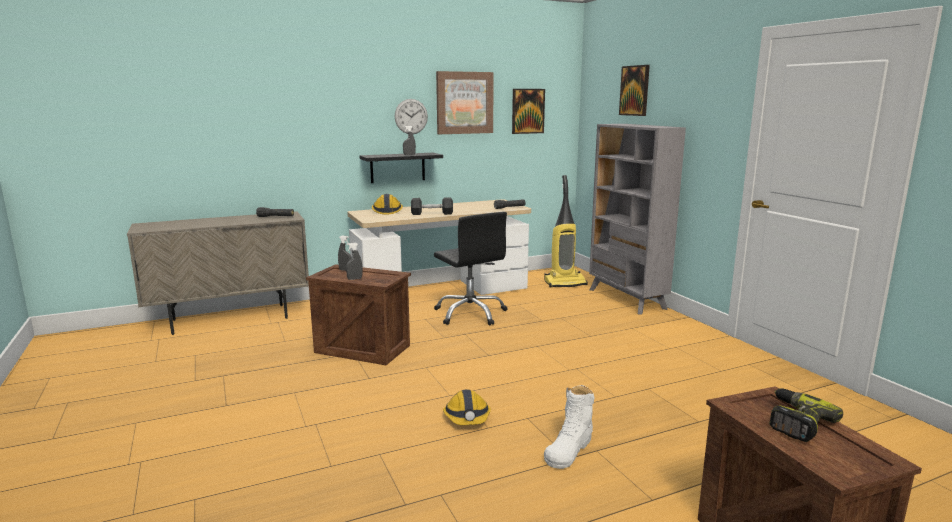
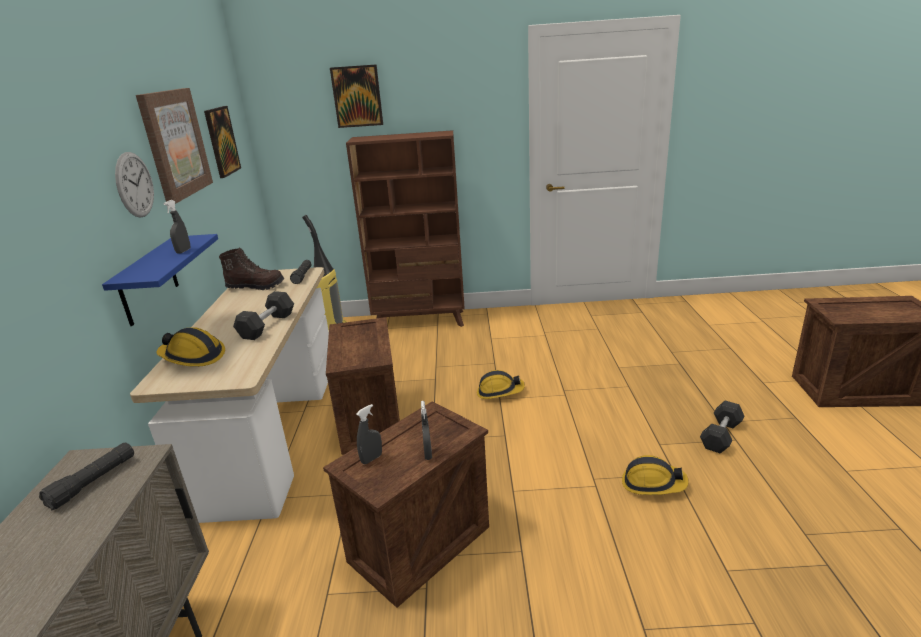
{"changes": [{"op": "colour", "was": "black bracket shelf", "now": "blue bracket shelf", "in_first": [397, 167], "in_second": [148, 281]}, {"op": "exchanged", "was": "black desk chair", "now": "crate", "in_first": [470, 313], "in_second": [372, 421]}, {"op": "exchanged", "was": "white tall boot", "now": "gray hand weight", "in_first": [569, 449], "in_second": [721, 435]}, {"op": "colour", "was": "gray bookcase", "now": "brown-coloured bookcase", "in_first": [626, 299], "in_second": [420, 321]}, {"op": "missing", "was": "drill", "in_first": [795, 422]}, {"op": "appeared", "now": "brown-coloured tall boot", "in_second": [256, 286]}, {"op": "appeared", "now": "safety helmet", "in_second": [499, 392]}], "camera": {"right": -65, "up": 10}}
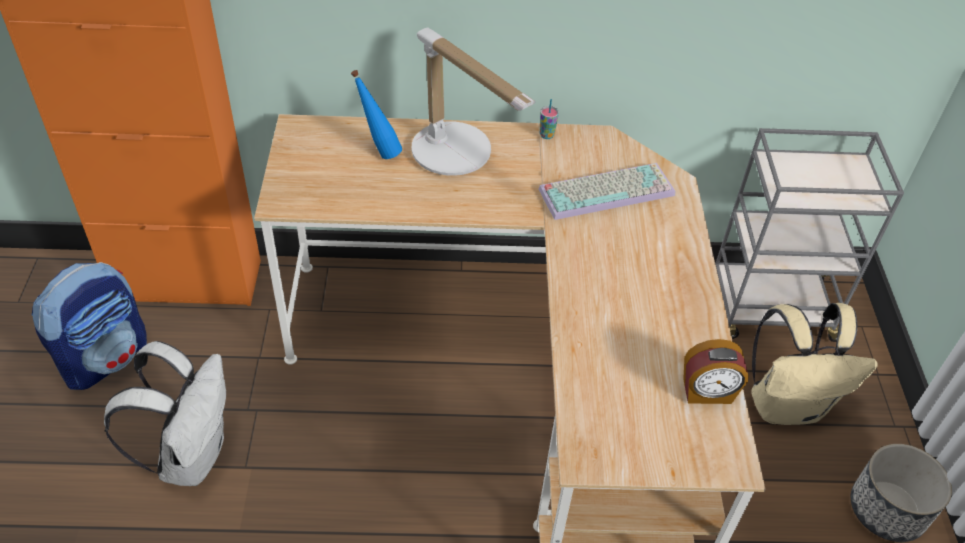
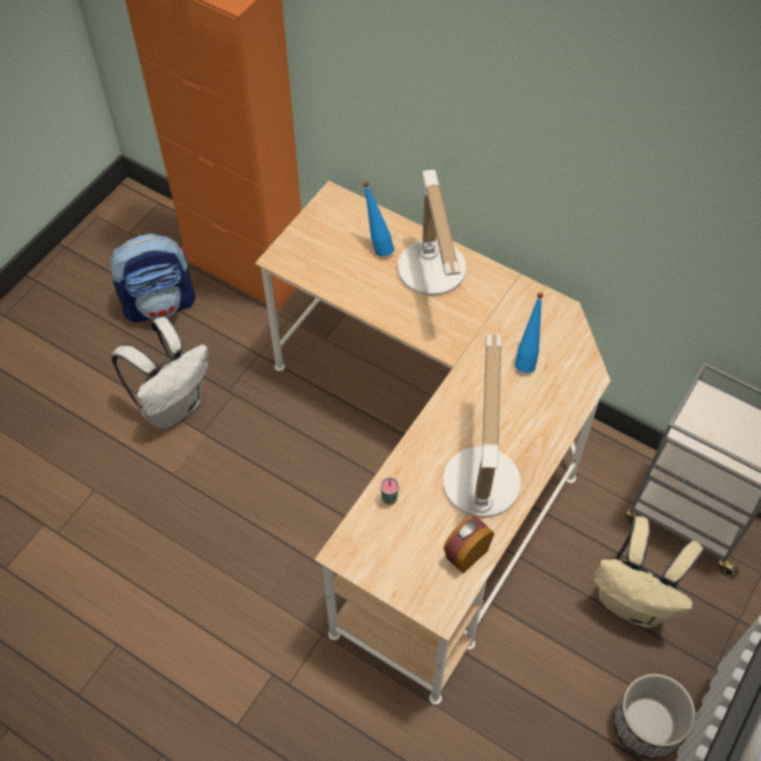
{"changes": [{"op": "exchanged", "was": "PC keyboard", "now": "blue bottle", "in_first": [607, 190], "in_second": [526, 358]}, {"op": "relocated", "was": "drinking cup", "in_first": [546, 135], "in_second": [389, 499]}, {"op": "spun", "was": "bedside clock", "in_first": [707, 392], "in_second": [466, 553], "clockwise": 105}, {"op": "appeared", "now": "table lamp", "in_second": [481, 473]}], "camera": {"right": 35, "up": 10}}
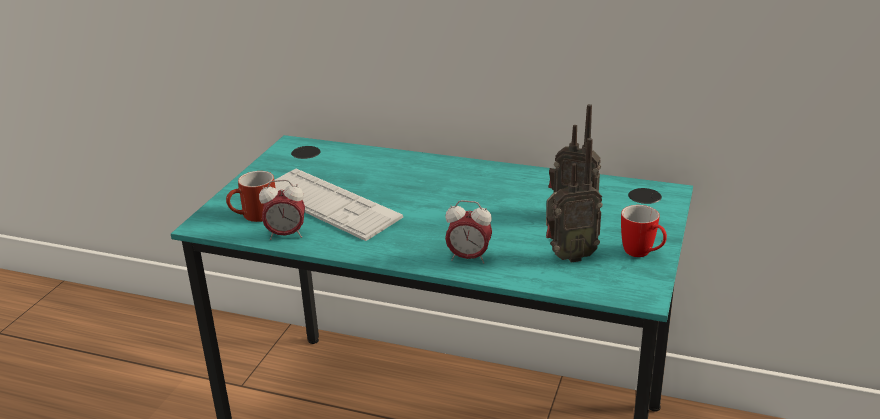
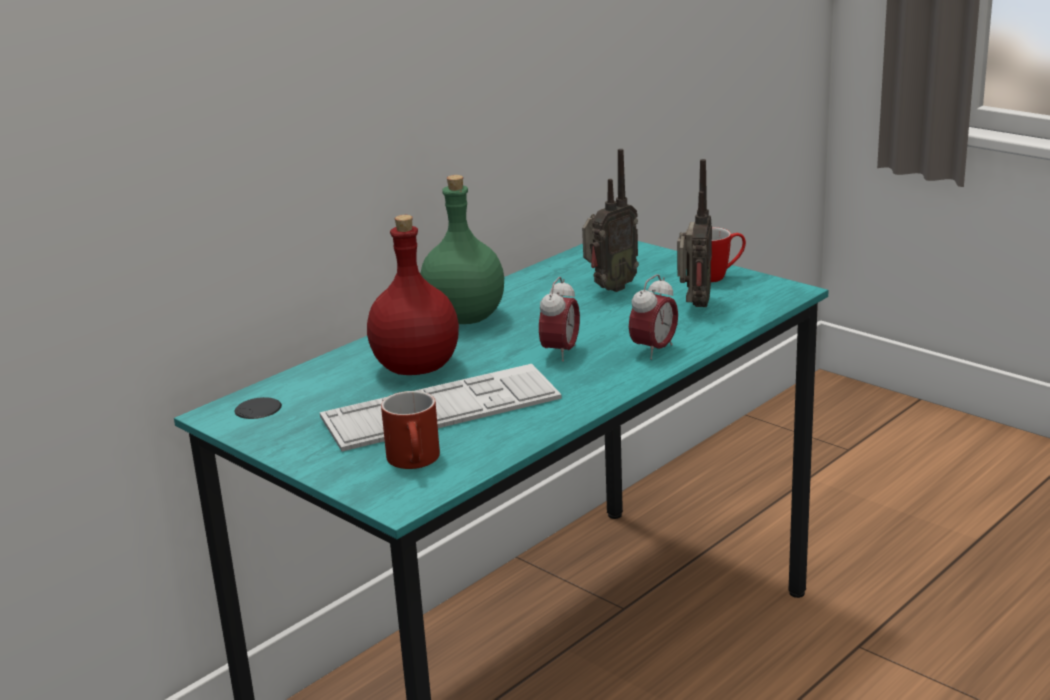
{"changes": [{"op": "relocated", "was": "bedside clock", "in_first": [286, 235], "in_second": [560, 352]}, {"op": "appeared", "now": "reddish bottle", "in_second": [418, 368]}, {"op": "appeared", "now": "green bottle", "in_second": [466, 318]}], "camera": {"right": -65, "up": -5}}
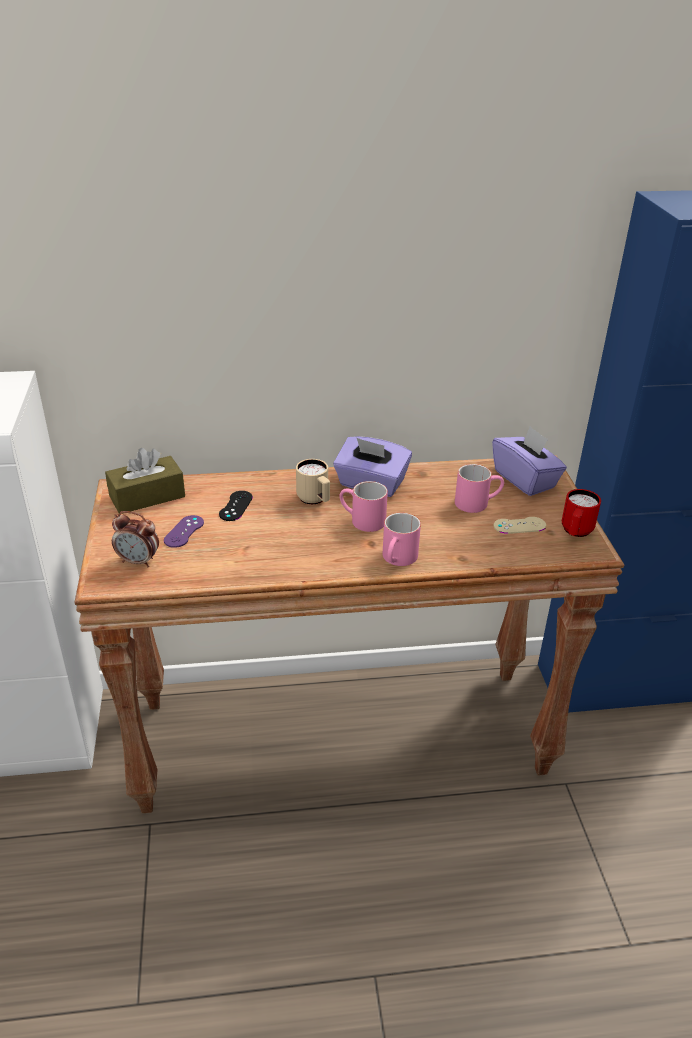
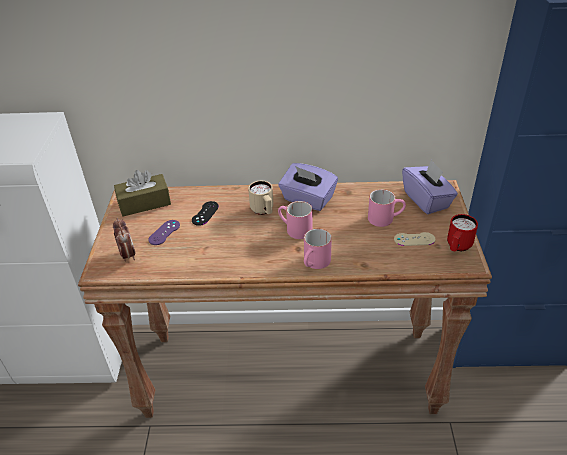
{"changes": [{"op": "spun", "was": "bedside clock", "in_first": [138, 561], "in_second": [128, 255], "clockwise": -135}], "camera": {"right": 10, "up": 5}}
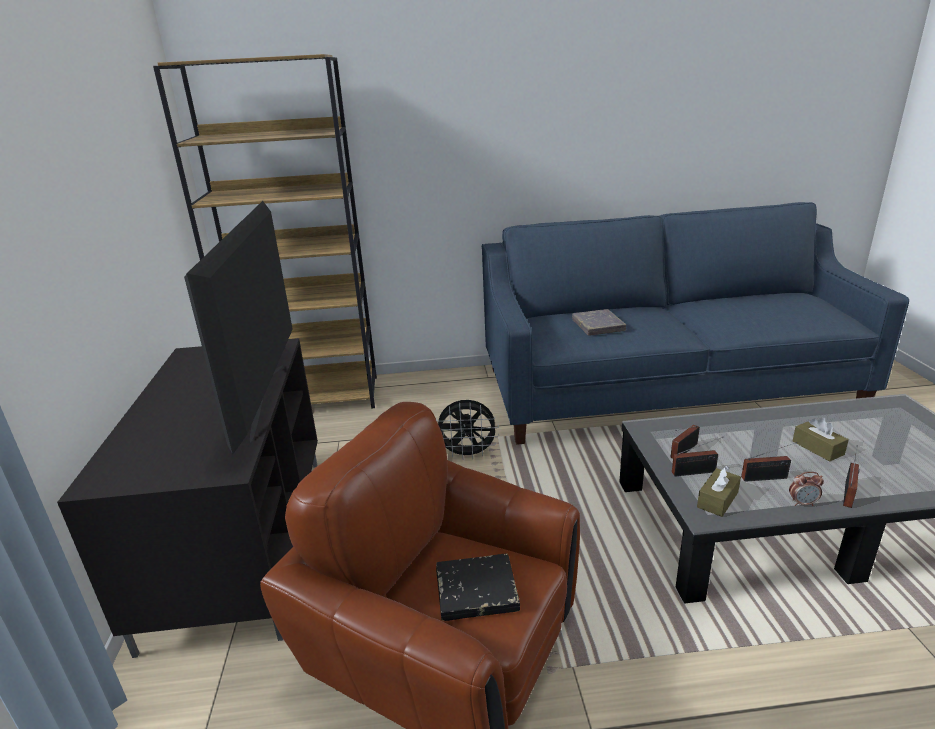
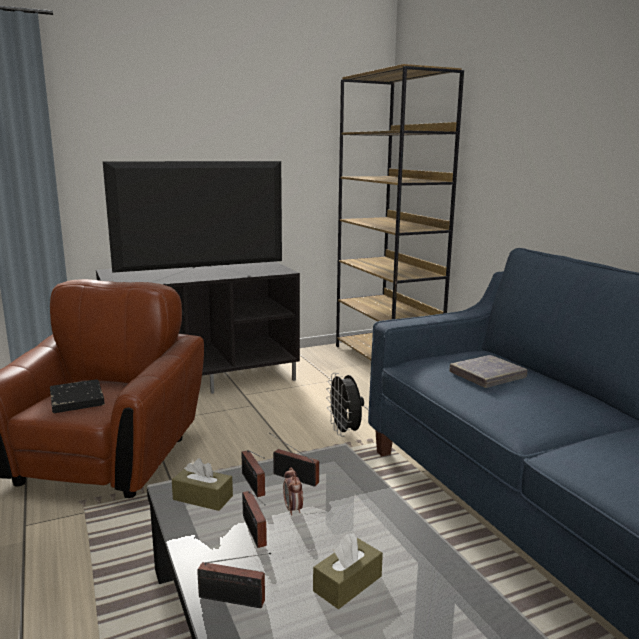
{"changes": [{"op": "relocated", "was": "bedside clock", "in_first": [802, 503], "in_second": [293, 509]}], "camera": {"right": 70, "up": -10}}
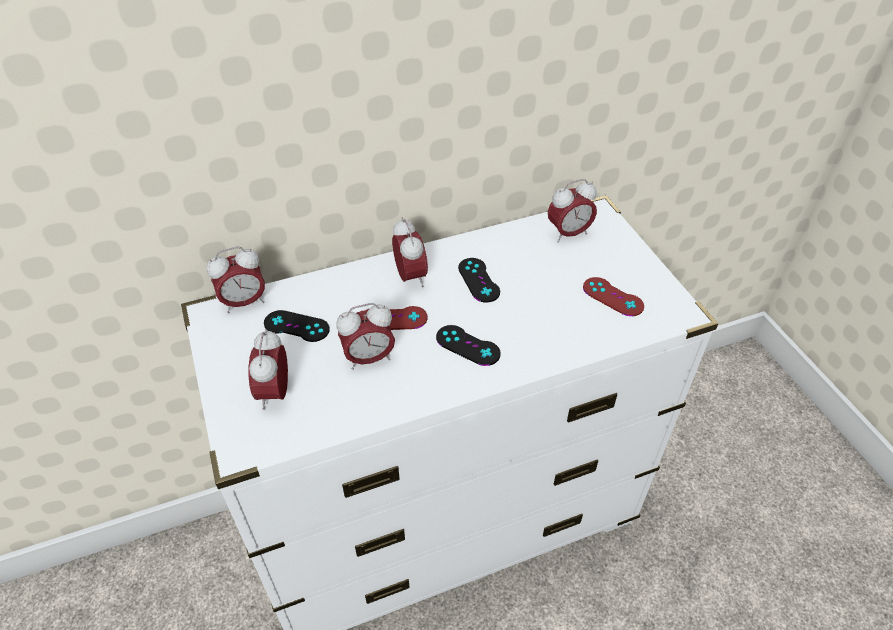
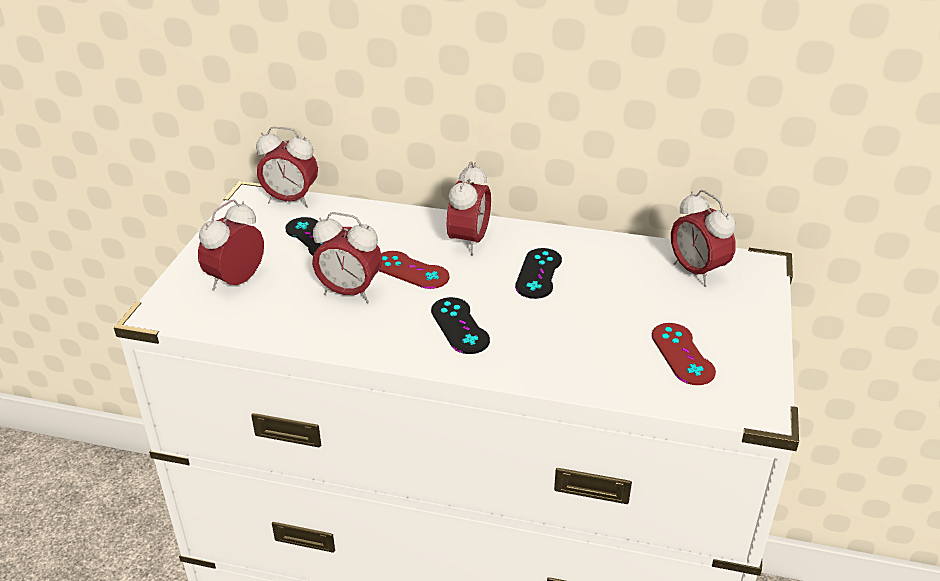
{"changes": [{"op": "spun", "was": "bedside clock", "in_first": [568, 234], "in_second": [696, 272], "clockwise": 45}], "camera": {"right": 35, "up": -10}}
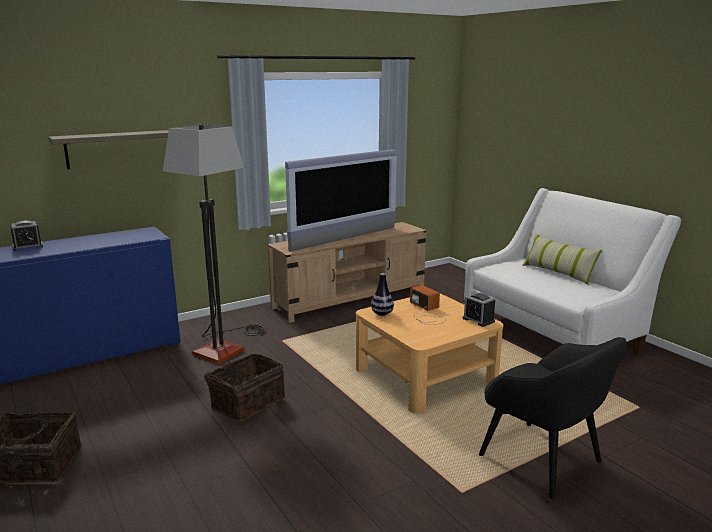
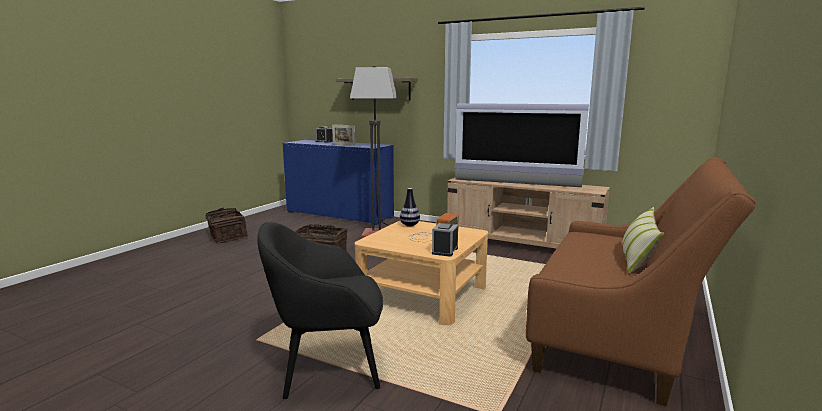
{"changes": [{"op": "colour", "was": "white couch", "now": "brown-coloured couch", "in_first": [555, 333], "in_second": [622, 338]}, {"op": "spun", "was": "black lounge chair", "in_first": [542, 460], "in_second": [327, 367], "clockwise": 60}, {"op": "appeared", "now": "photo frame", "in_second": [343, 145]}], "camera": {"right": 60, "up": -5}}
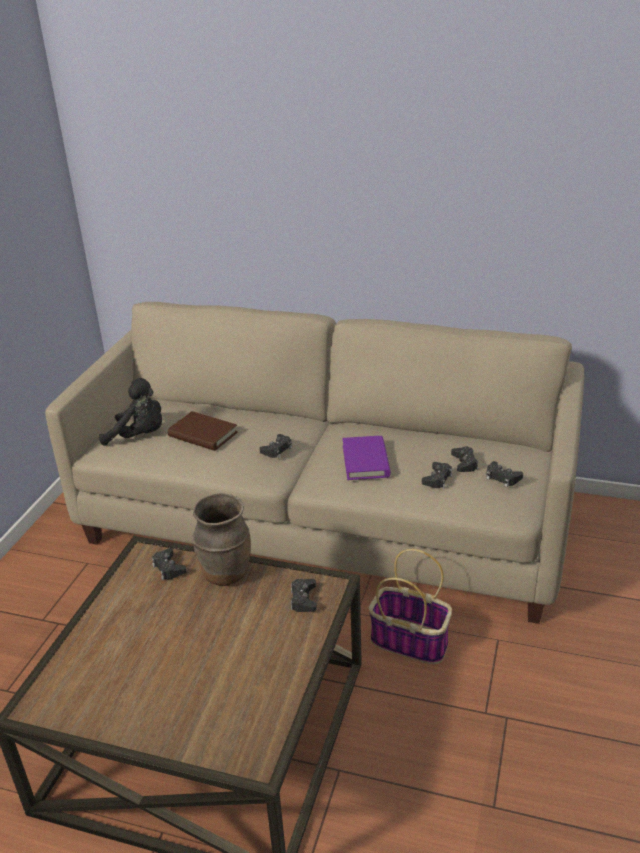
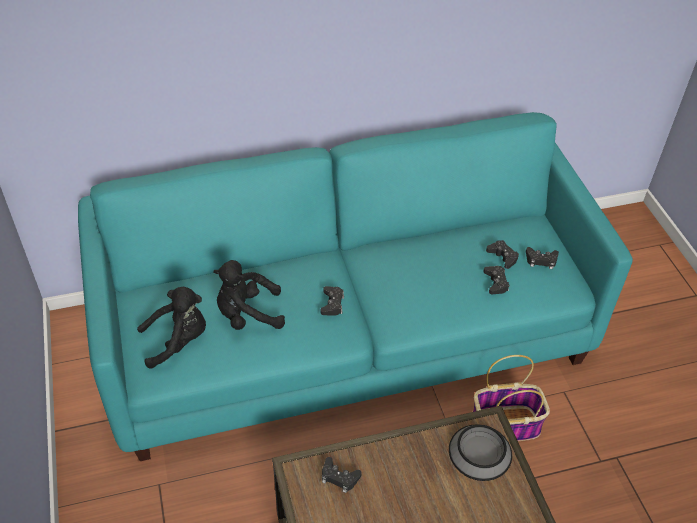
{"changes": [{"op": "colour", "was": "beige-coloured couch", "now": "blue-green couch", "in_first": [326, 520], "in_second": [347, 335]}, {"op": "exchanged", "was": "brown-coloured volume", "now": "black soft toy", "in_first": [203, 434], "in_second": [247, 315]}, {"op": "missing", "was": "brown-coloured vase", "in_first": [225, 573]}, {"op": "exchanged", "was": "black game controller", "now": "deep dish", "in_first": [303, 599], "in_second": [480, 452]}, {"op": "missing", "was": "purple volume", "in_first": [366, 461]}], "camera": {"right": -35, "up": 15}}
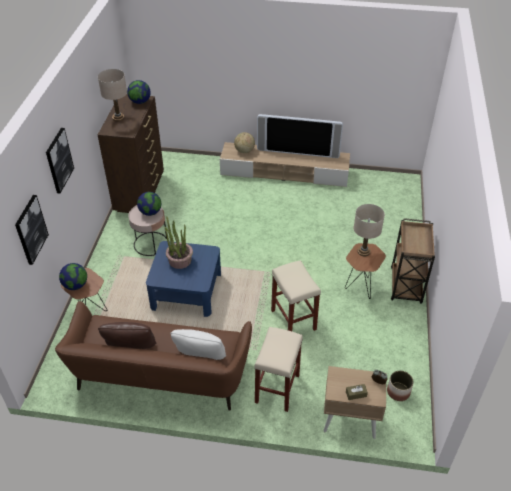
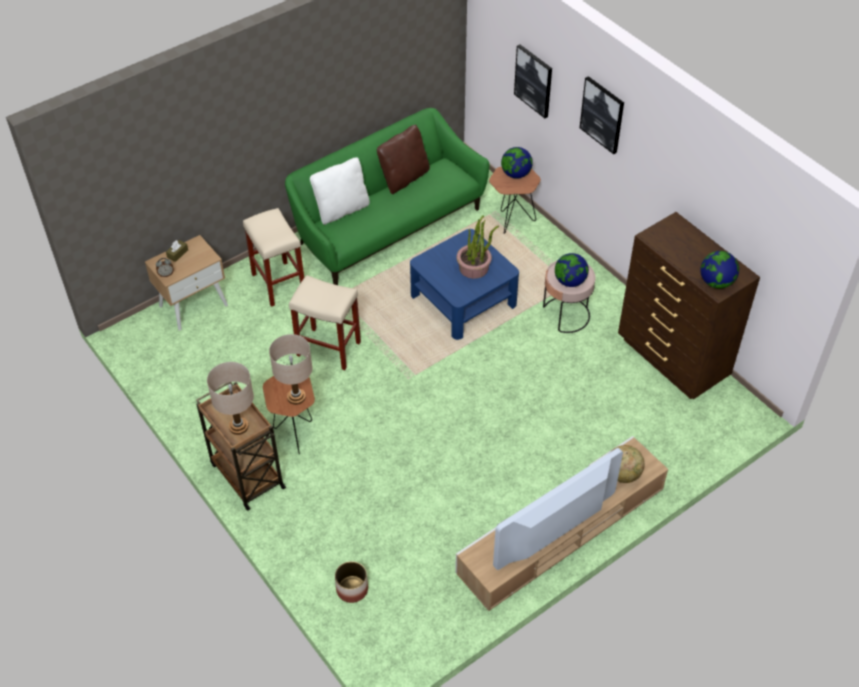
{"changes": [{"op": "colour", "was": "brown-coloured couch", "now": "green couch", "in_first": [160, 375], "in_second": [387, 225]}, {"op": "relocated", "was": "beige-coloured table lamp", "in_first": [118, 118], "in_second": [238, 426]}, {"op": "relocated", "was": "plant pot", "in_first": [398, 391], "in_second": [352, 589]}], "camera": {"right": 135, "up": 5}}
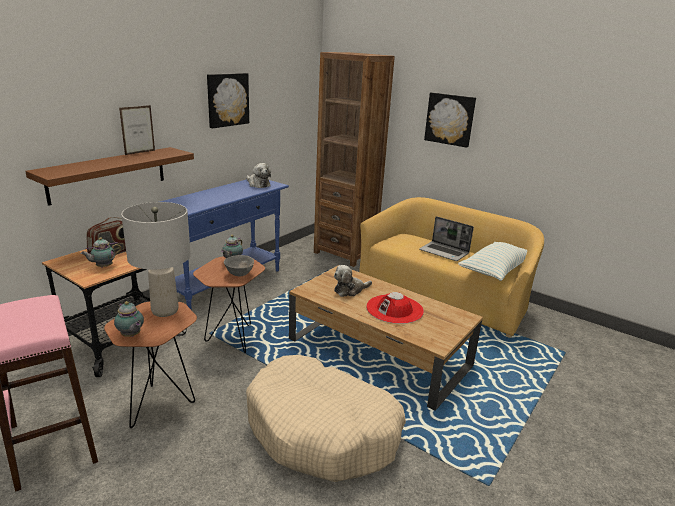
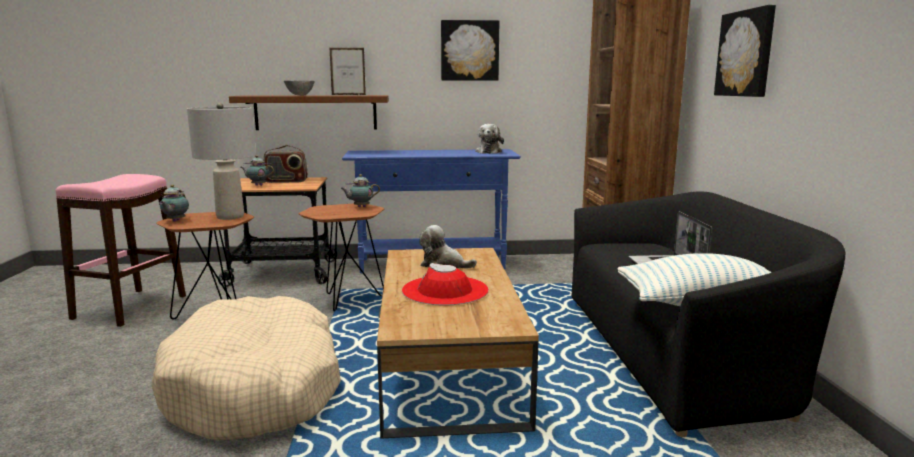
{"changes": [{"op": "relocated", "was": "gray deep dish", "in_first": [240, 274], "in_second": [300, 95]}, {"op": "colour", "was": "yellow-coloured couch", "now": "black couch", "in_first": [445, 295], "in_second": [676, 354]}], "camera": {"right": 50, "up": -10}}
